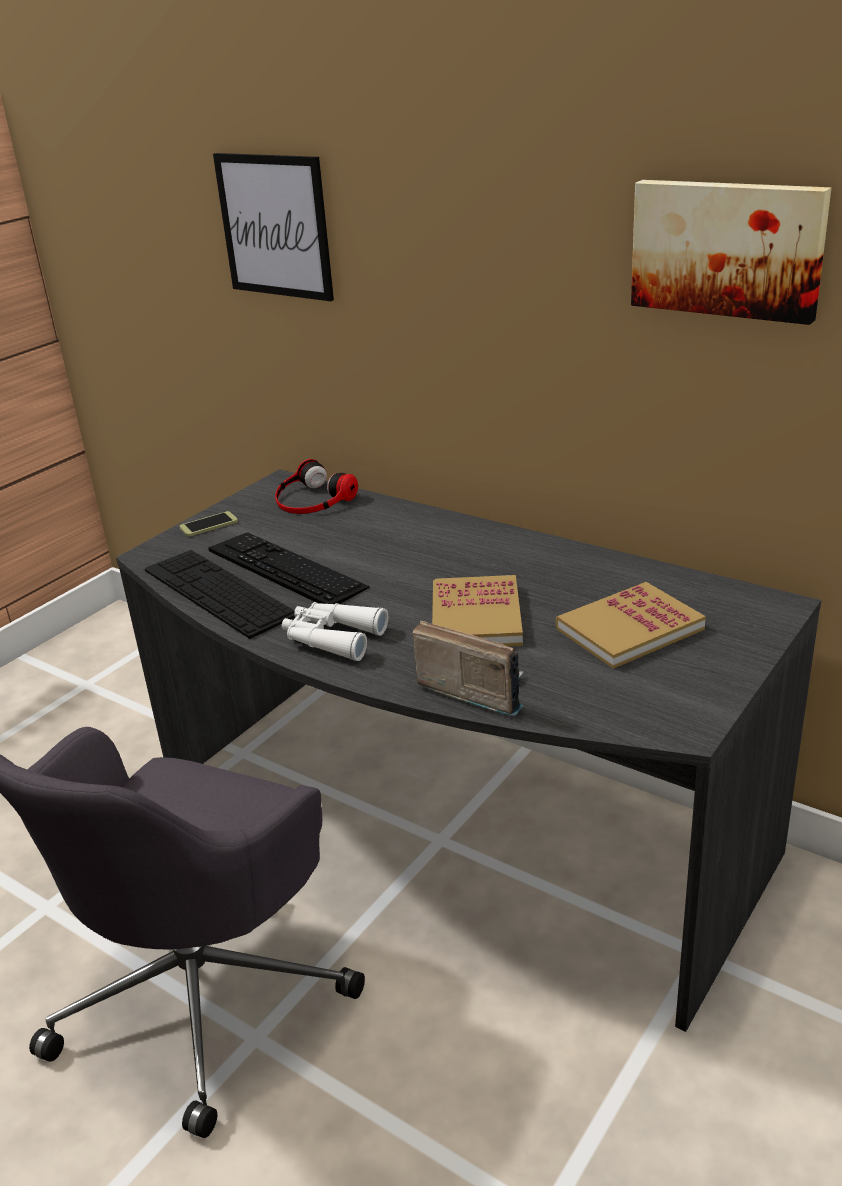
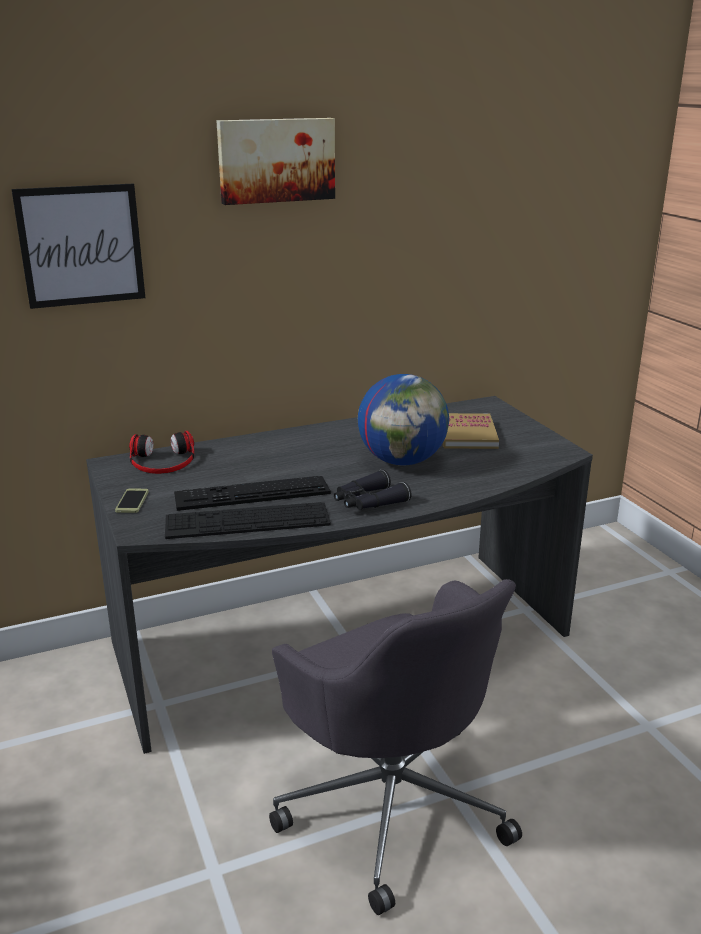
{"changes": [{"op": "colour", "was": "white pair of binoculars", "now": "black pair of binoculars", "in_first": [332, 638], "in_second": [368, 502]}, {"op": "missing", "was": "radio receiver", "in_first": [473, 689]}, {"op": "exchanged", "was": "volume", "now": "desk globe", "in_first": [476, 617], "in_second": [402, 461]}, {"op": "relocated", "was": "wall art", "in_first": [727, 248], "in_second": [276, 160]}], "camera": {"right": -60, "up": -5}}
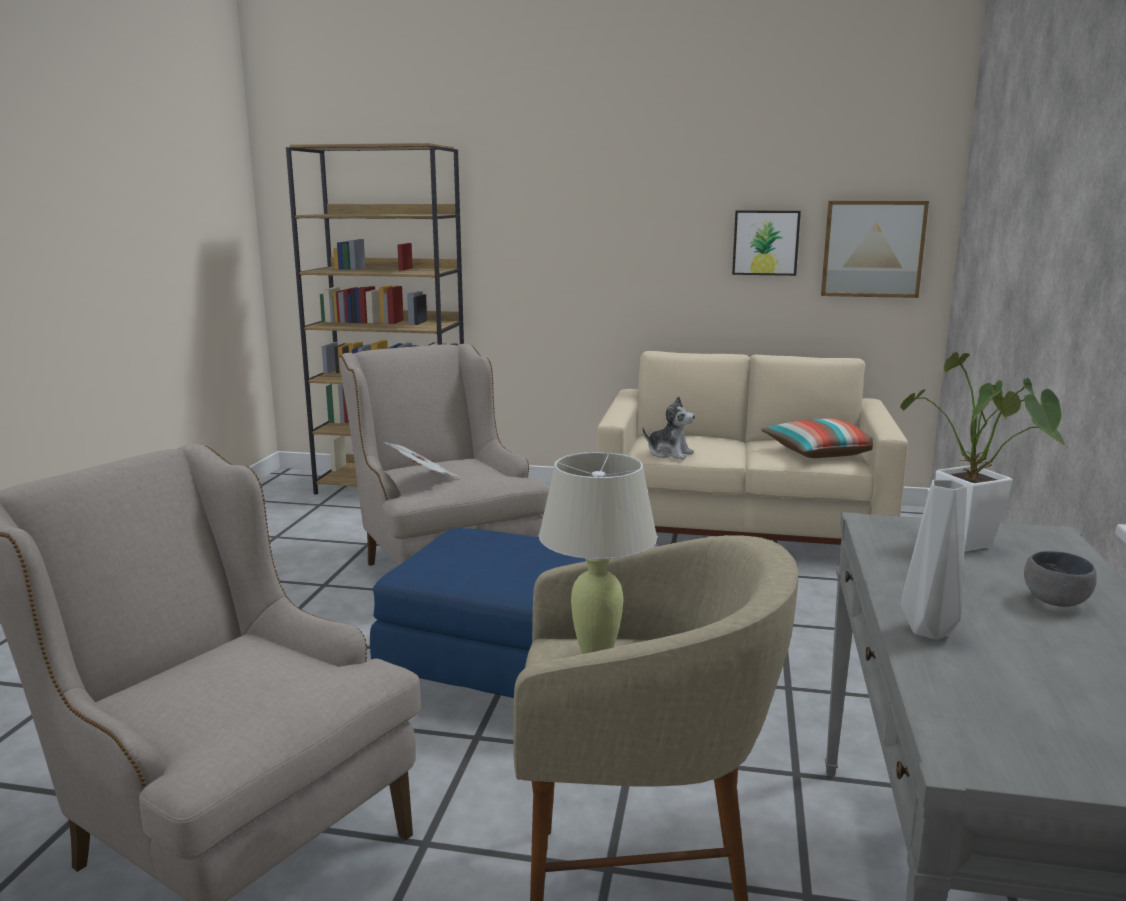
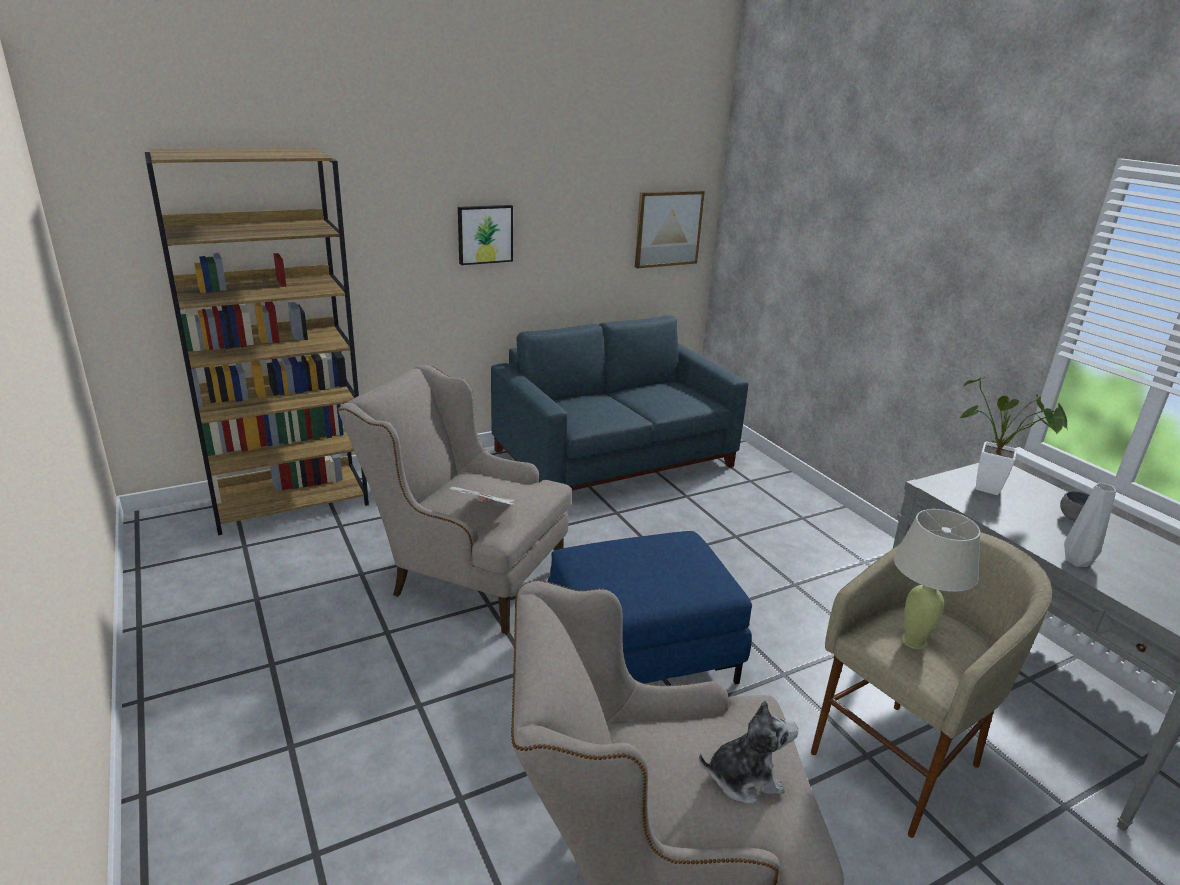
{"changes": [{"op": "colour", "was": "beige-coloured couch", "now": "blue couch", "in_first": [742, 525], "in_second": [615, 458]}, {"op": "relocated", "was": "soft toy", "in_first": [669, 453], "in_second": [744, 778]}, {"op": "relocated", "was": "wall art", "in_first": [765, 242], "in_second": [485, 234]}, {"op": "missing", "was": "pillow", "in_first": [820, 453]}], "camera": {"right": -40, "up": 10}}
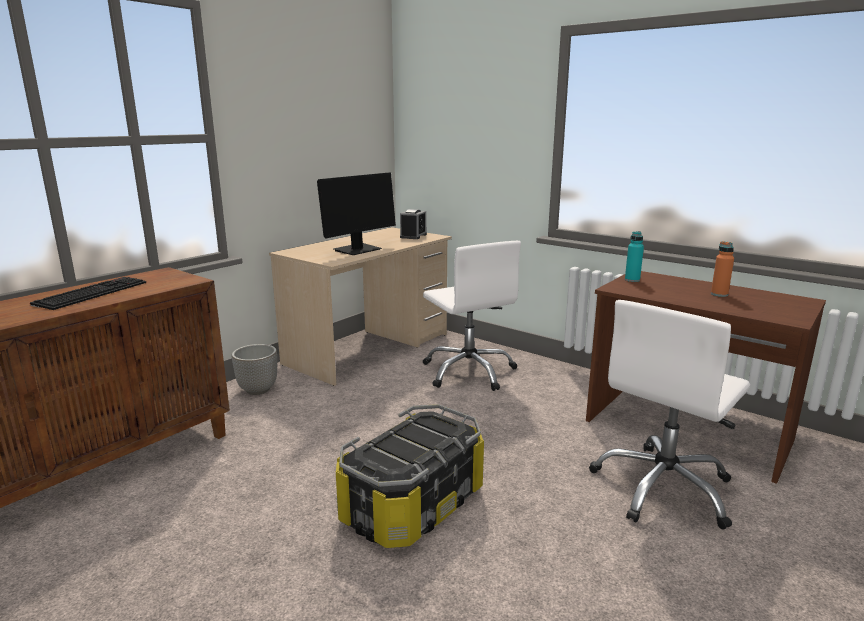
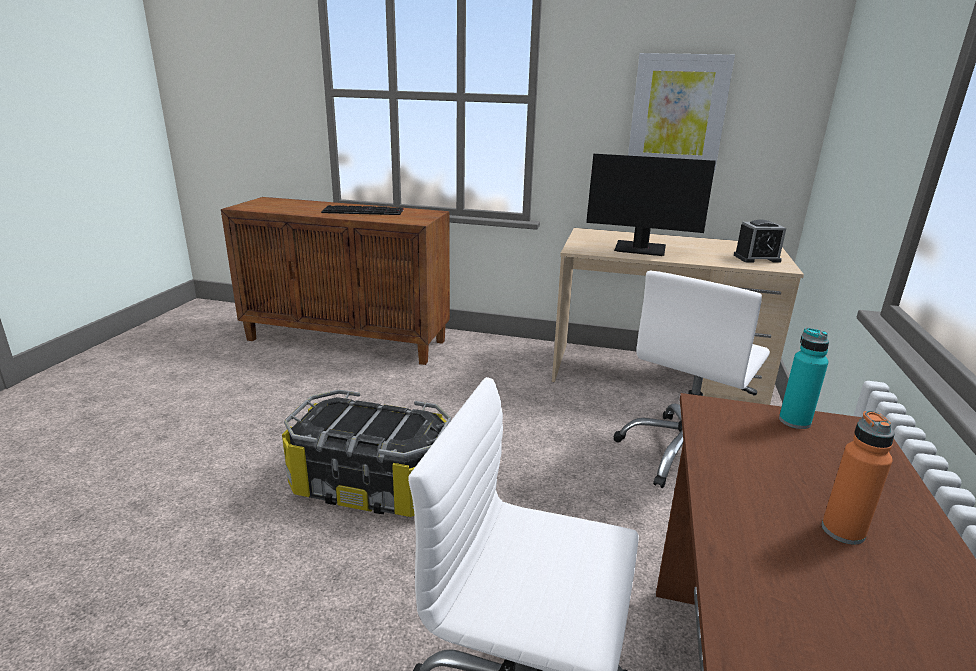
{"changes": [{"op": "missing", "was": "plant pot", "in_first": [258, 389]}, {"op": "appeared", "now": "wall art", "in_second": [677, 113]}], "camera": {"right": 65, "up": 5}}
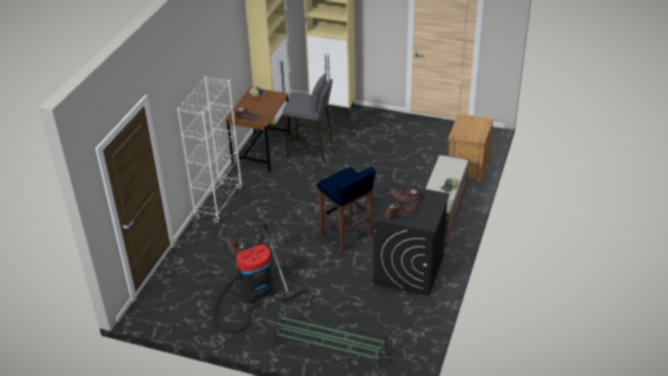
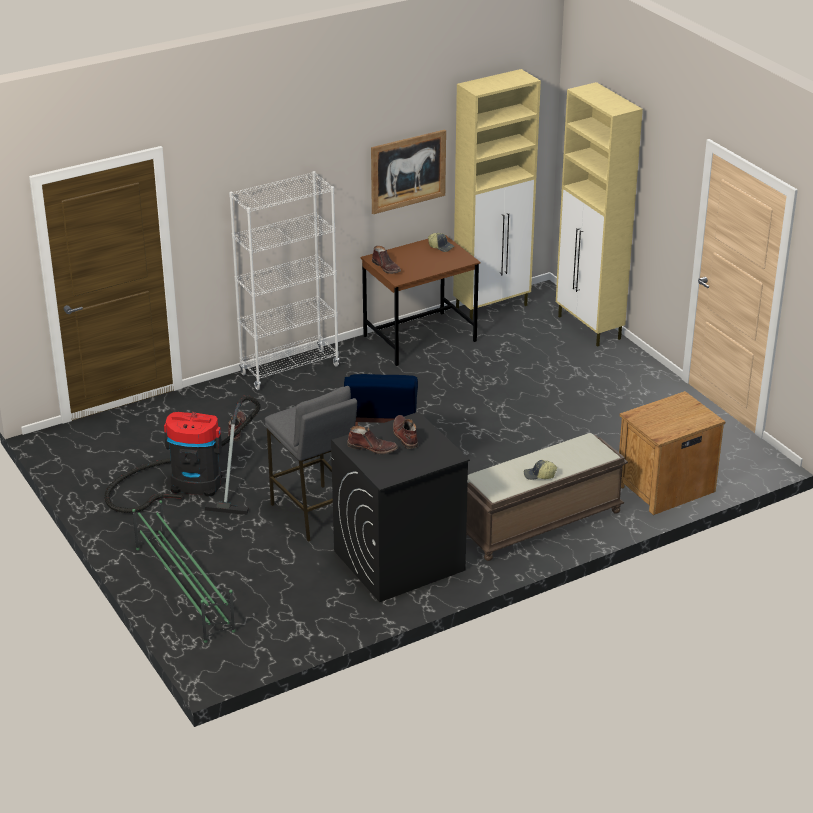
{"changes": [{"op": "relocated", "was": "gray stool seat", "in_first": [310, 150], "in_second": [314, 513]}, {"op": "appeared", "now": "wall art", "in_second": [408, 171]}], "camera": {"right": 40, "up": -5}}
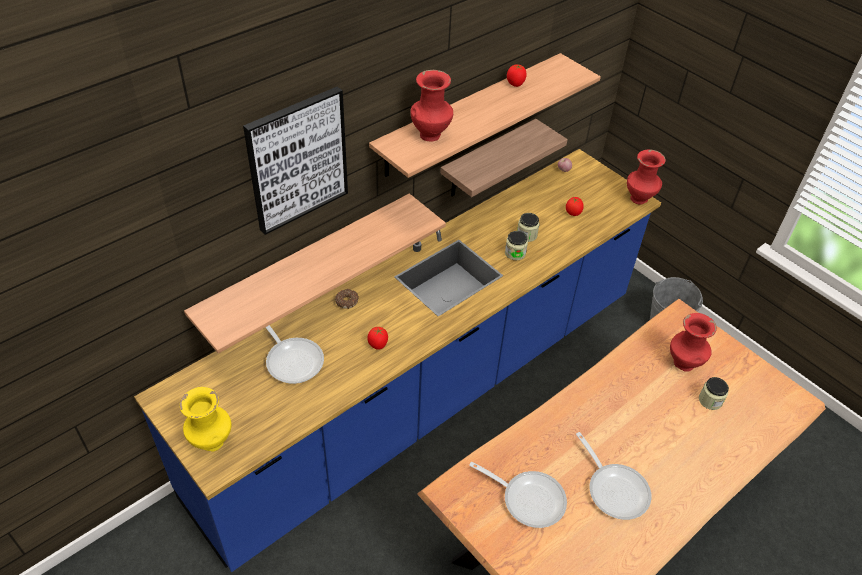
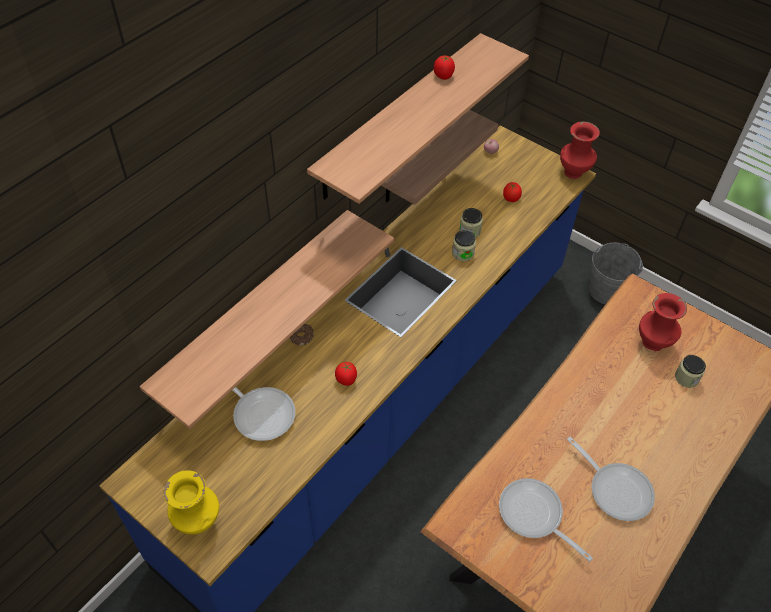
{"changes": [{"op": "missing", "was": "wall art", "in_first": [297, 160]}, {"op": "missing", "was": "reddish vase", "in_first": [431, 135]}, {"op": "spun", "was": "pan", "in_first": [528, 498], "in_second": [534, 516], "clockwise": -150}], "camera": {"right": -10, "up": 5}}
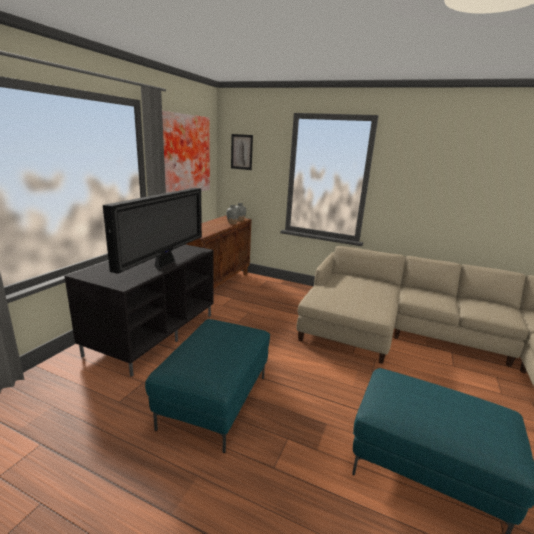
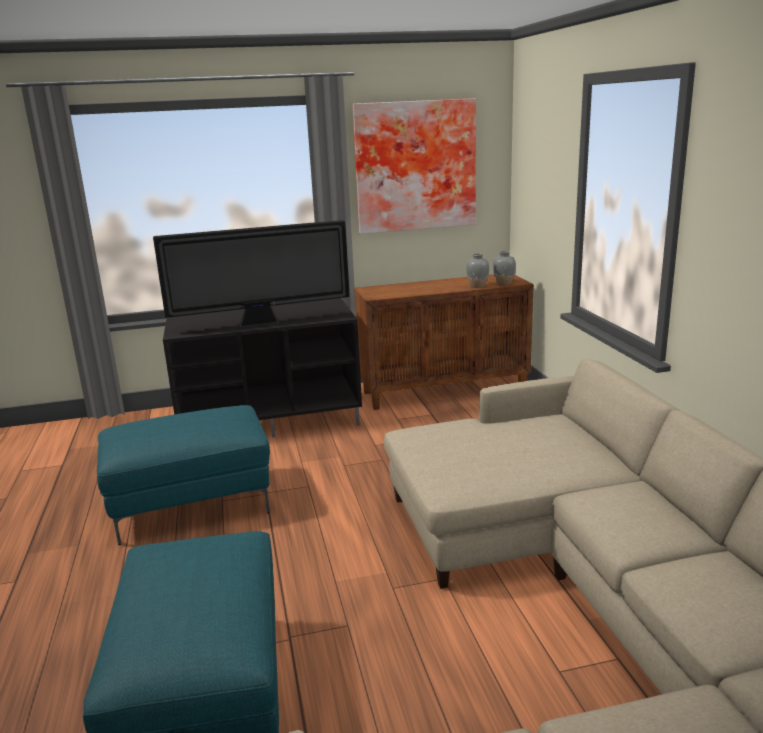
{"changes": [{"op": "missing", "was": "wall art", "in_first": [241, 152]}], "camera": {"right": 55, "up": 0}}
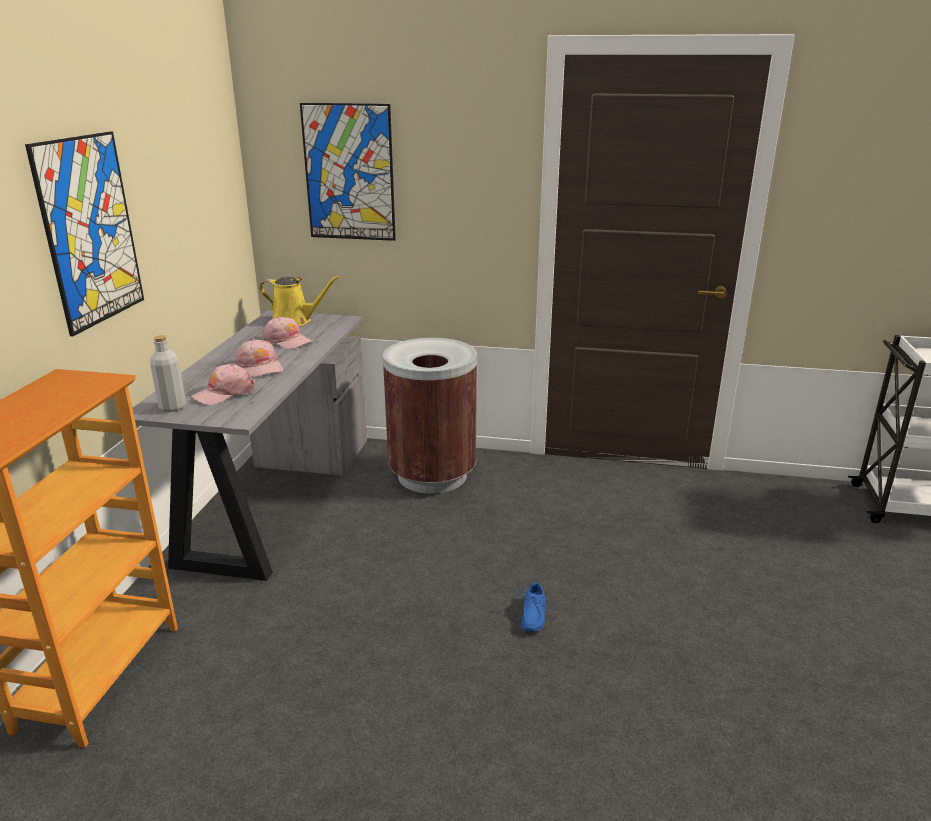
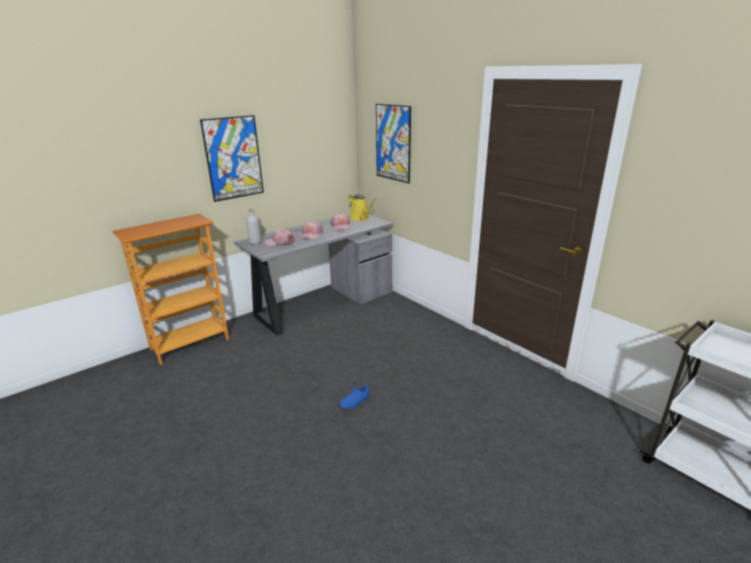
{"changes": [{"op": "missing", "was": "brown-coloured trash can", "in_first": [432, 475]}], "camera": {"right": 40, "up": 0}}
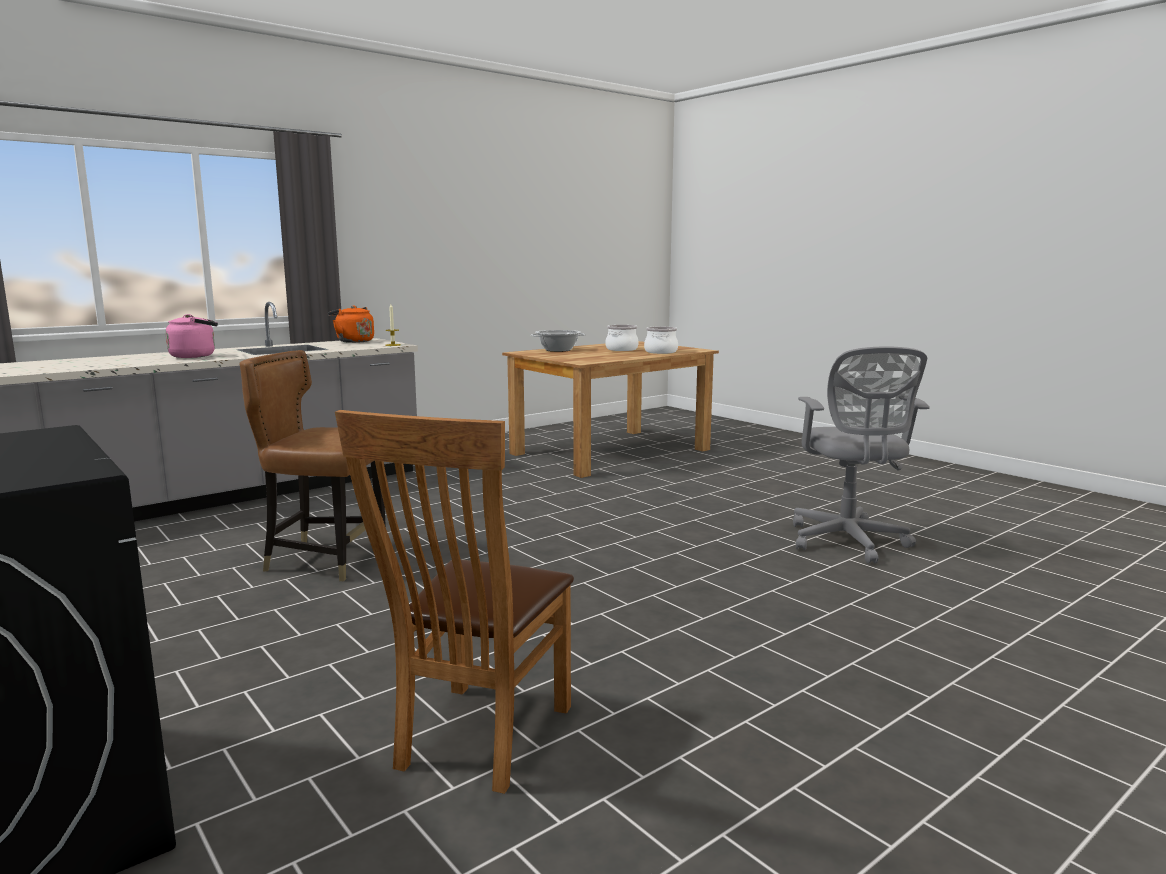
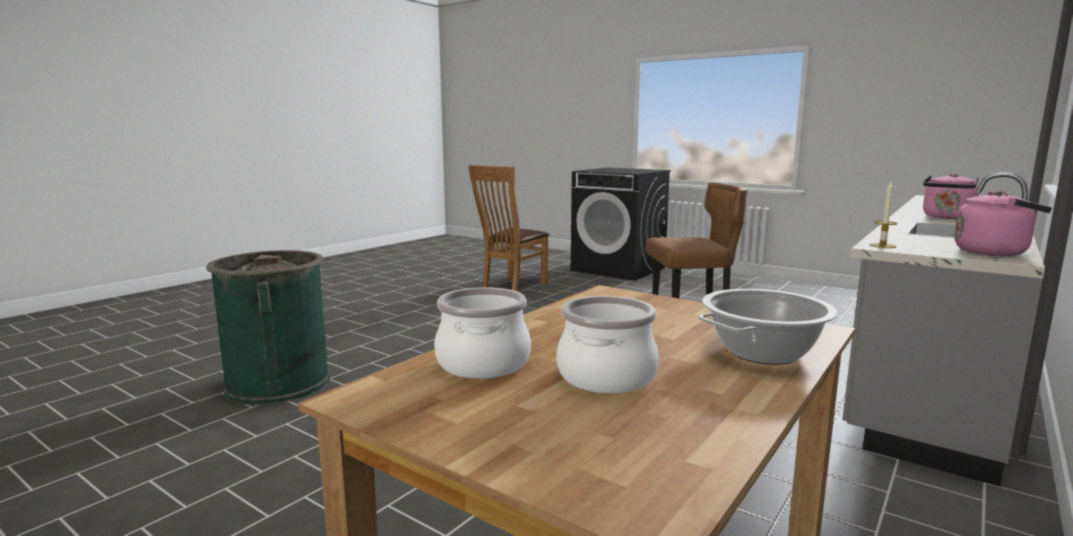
{"changes": [{"op": "colour", "was": "orangey water kettle", "now": "pink water kettle", "in_first": [353, 341], "in_second": [995, 252]}, {"op": "spun", "was": "brown-coloured chair", "in_first": [477, 741], "in_second": [511, 286], "clockwise": -150}, {"op": "exchanged", "was": "gray desk chair", "now": "green trash can", "in_first": [848, 542], "in_second": [278, 383]}], "camera": {"right": 165, "up": 0}}
